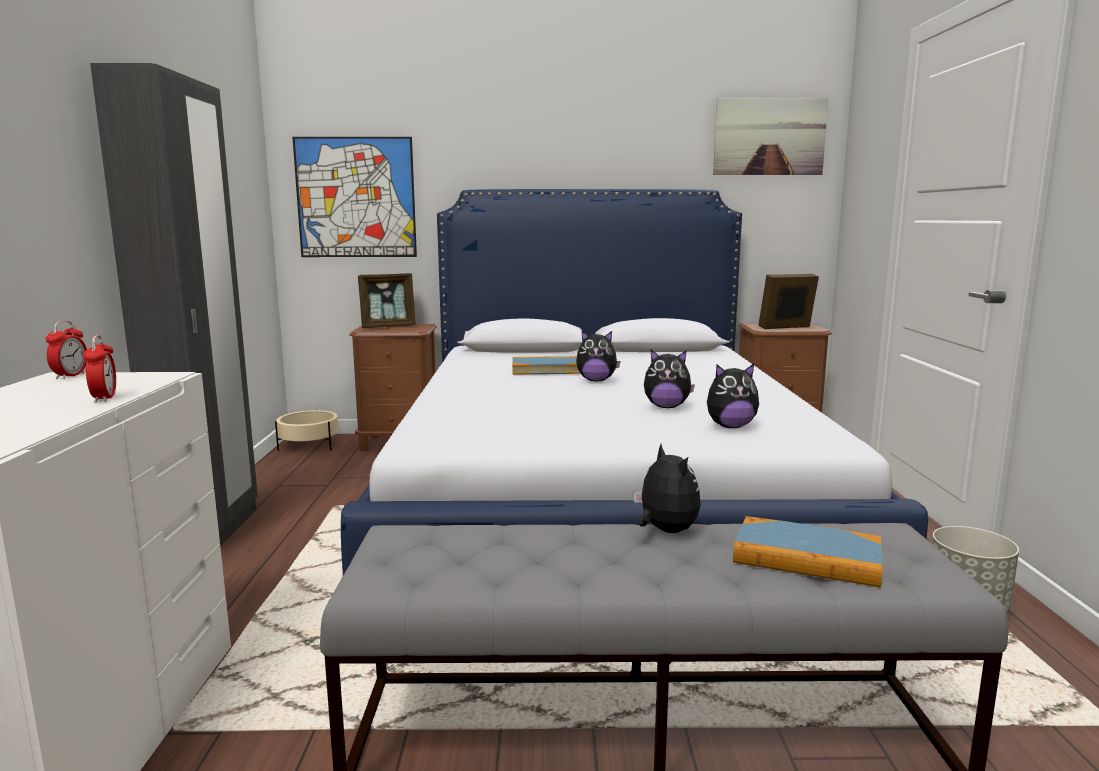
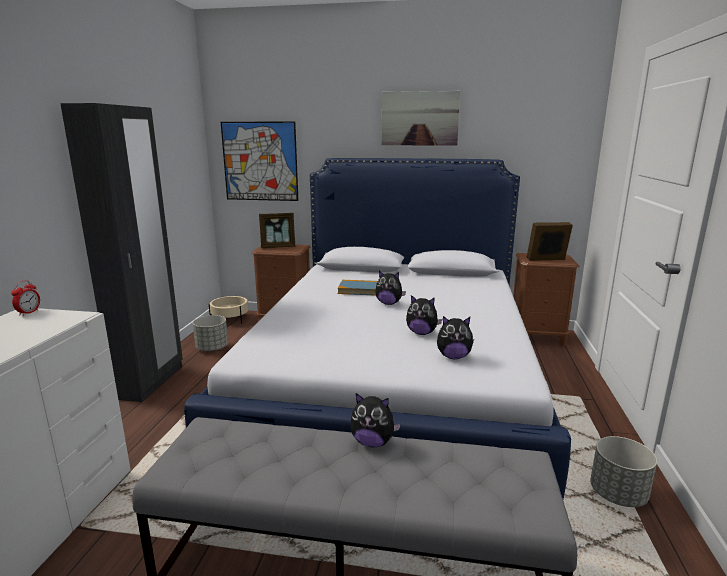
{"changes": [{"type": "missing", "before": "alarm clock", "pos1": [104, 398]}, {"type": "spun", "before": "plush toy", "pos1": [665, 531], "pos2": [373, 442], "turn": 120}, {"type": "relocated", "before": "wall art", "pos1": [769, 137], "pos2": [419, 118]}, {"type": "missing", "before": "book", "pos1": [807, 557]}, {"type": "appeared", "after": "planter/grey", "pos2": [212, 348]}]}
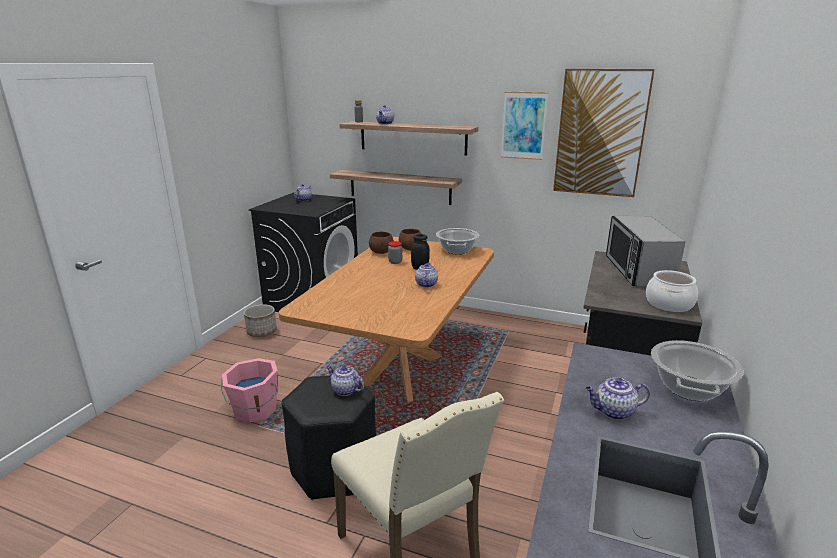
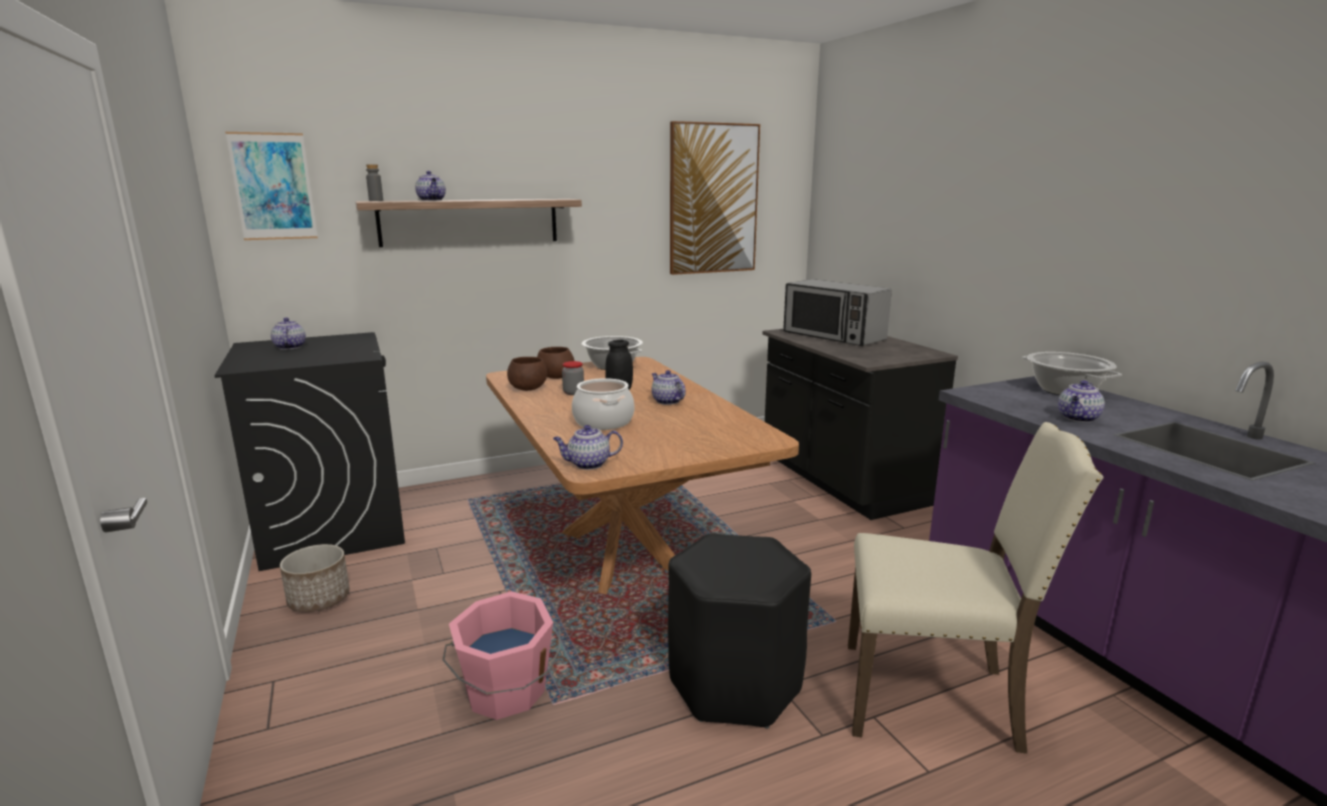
{"changes": [{"type": "relocated", "before": "tea pot", "pos1": [344, 390], "pos2": [588, 464]}, {"type": "missing", "before": "bracket shelf", "pos1": [399, 187]}, {"type": "relocated", "before": "wall art", "pos1": [523, 125], "pos2": [273, 186]}, {"type": "relocated", "before": "stockpot", "pos1": [669, 304], "pos2": [603, 422]}]}
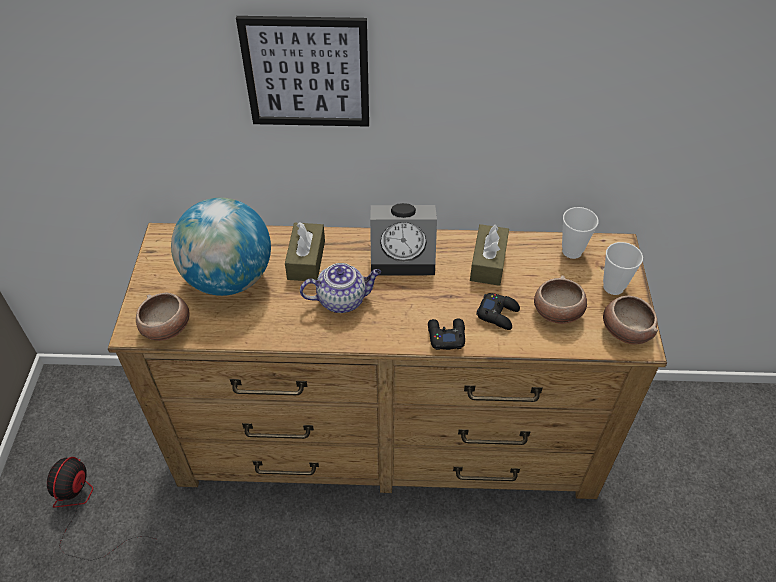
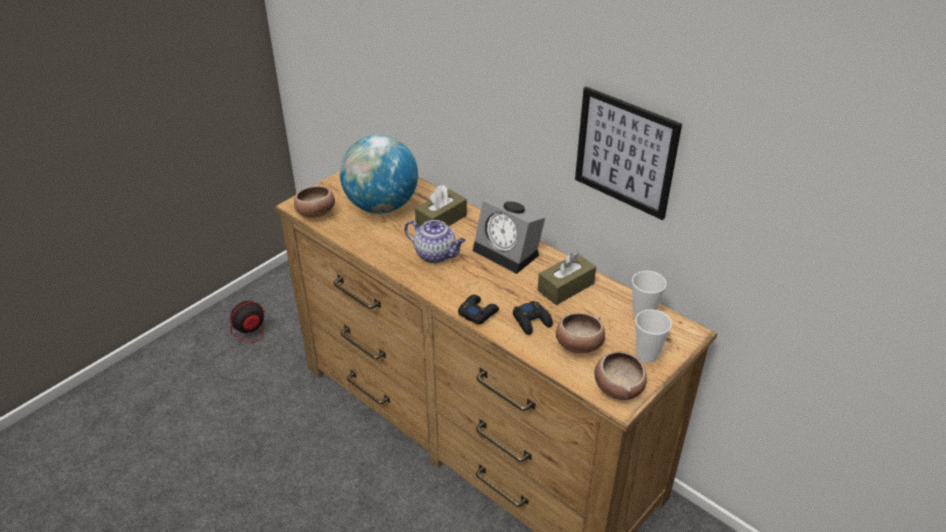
{"changes": [{"type": "relocated", "before": "wall art", "pos1": [306, 72], "pos2": [625, 152]}]}
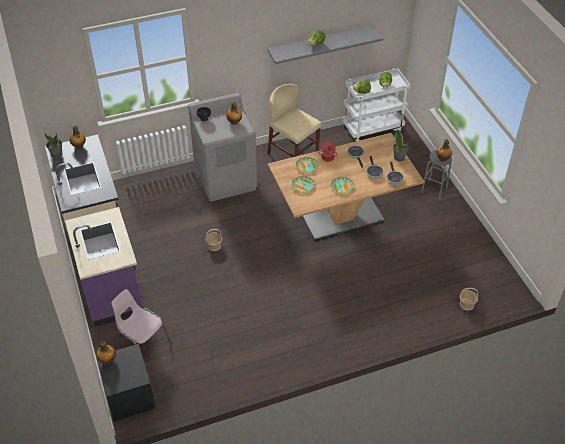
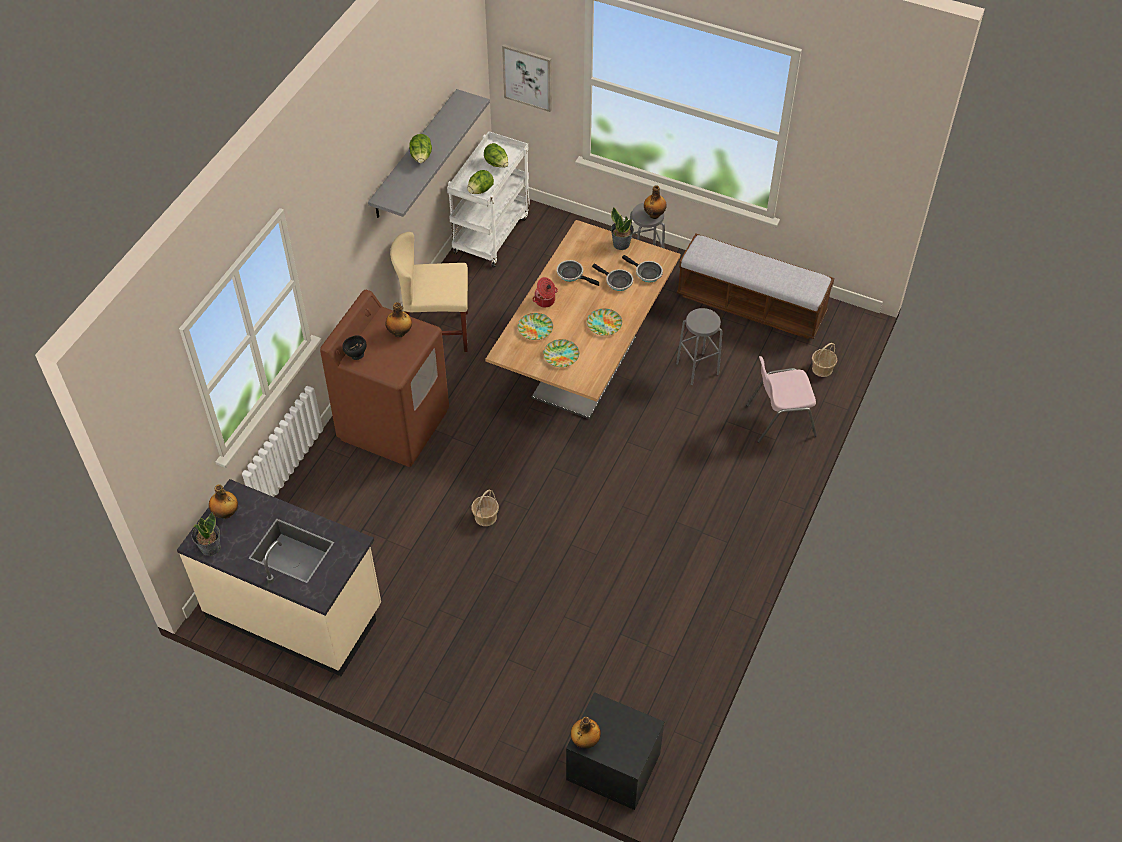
{"changes": [{"type": "missing", "before": "kitchen counter/purple-coloured", "pos1": [112, 291]}, {"type": "relocated", "before": "upright chair/pink", "pos1": [142, 343], "pos2": [779, 420]}, {"type": "colour", "before": "laundry machine/grey", "after": "laundry machine/brownish", "pos1": [226, 179], "pos2": [394, 424]}, {"type": "appeared", "after": "wall art", "pos2": [528, 77]}, {"type": "appeared", "after": "stool/grey", "pos2": [697, 368]}, {"type": "appeared", "after": "indoor bench", "pos2": [751, 306]}]}
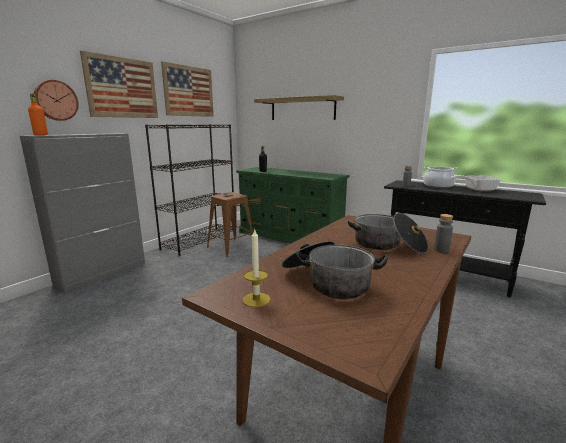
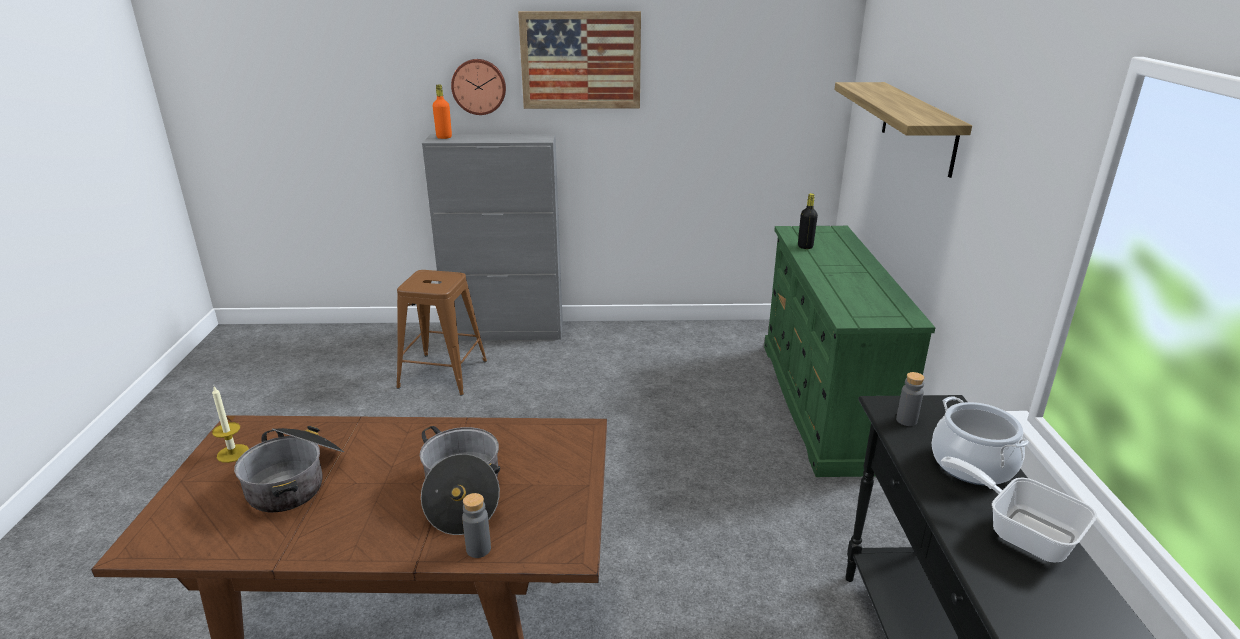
{"changes": [{"type": "missing", "before": "bookcase/black", "pos1": [200, 241]}, {"type": "missing", "before": "wall art", "pos1": [189, 91]}, {"type": "relocated", "before": "stool/brownish", "pos1": [231, 247], "pos2": [442, 374]}]}
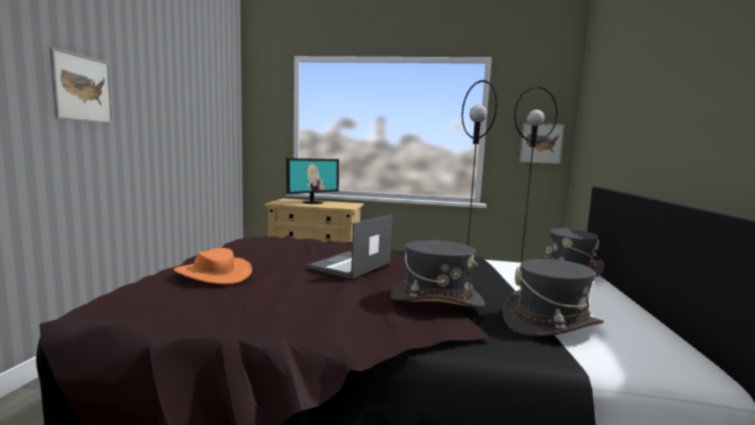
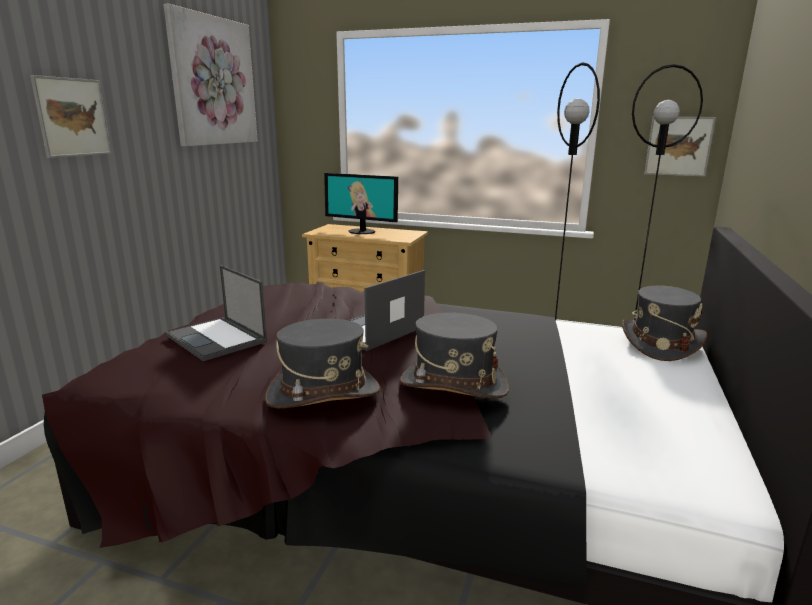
{"changes": [{"type": "exchanged", "before": "hat/orange", "after": "notebook computer", "pos1": [213, 273], "pos2": [217, 339]}, {"type": "spun", "before": "computer display", "pos1": [312, 202], "pos2": [362, 231], "turn": 60}, {"type": "relocated", "before": "hat/grey", "pos1": [550, 323], "pos2": [323, 393]}, {"type": "appeared", "after": "wall art", "pos2": [213, 81]}]}
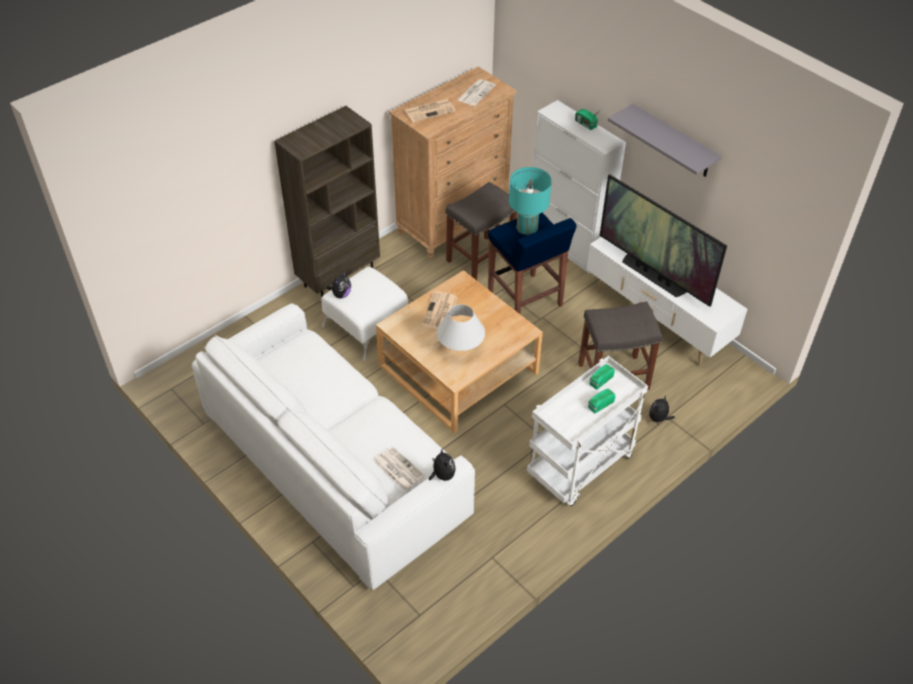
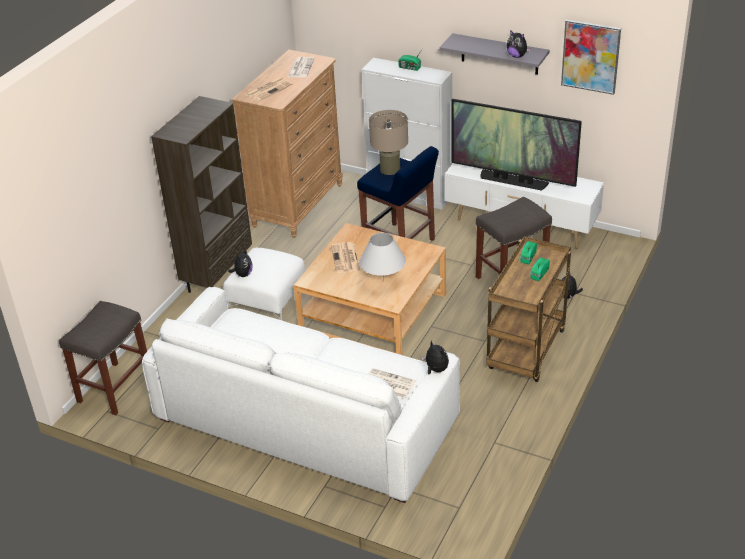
{"changes": [{"type": "relocated", "before": "stool/grey", "pos1": [480, 259], "pos2": [115, 389]}, {"type": "colour", "before": "lamp for a table/turquoise-coloured", "after": "lamp for a table/beige", "pos1": [527, 227], "pos2": [390, 169]}, {"type": "colour", "before": "wheeled cart/white", "after": "wheeled cart/brownish", "pos1": [580, 468], "pos2": [527, 352]}, {"type": "appeared", "after": "plush toy", "pos2": [517, 56]}, {"type": "appeared", "after": "wall art", "pos2": [590, 56]}]}
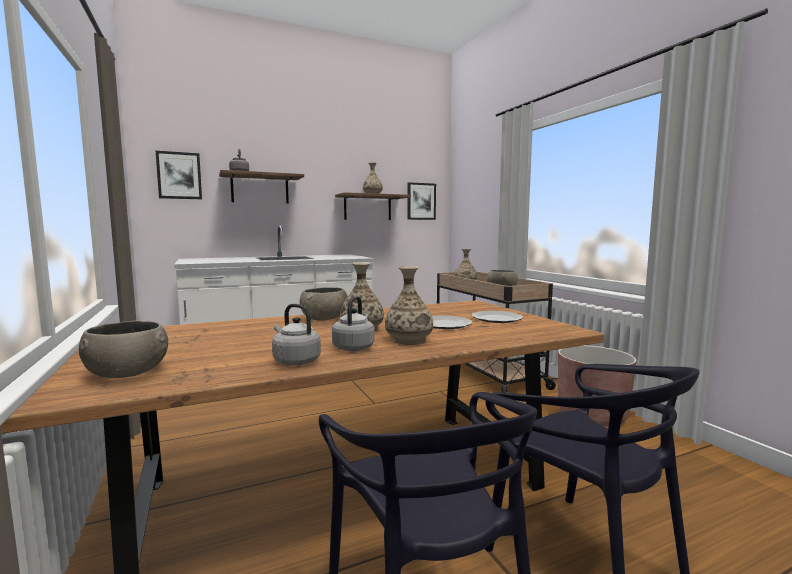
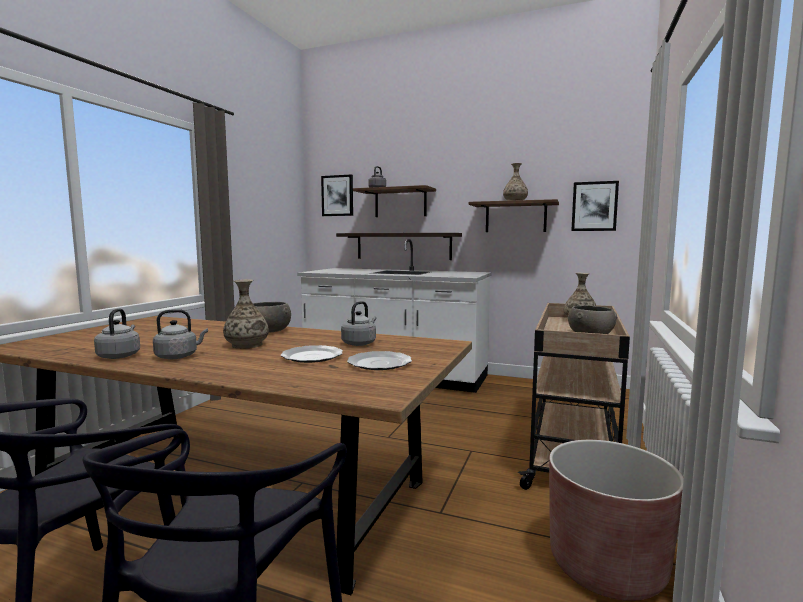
{"changes": [{"type": "missing", "before": "serving bowl/grey", "pos1": [126, 373]}, {"type": "missing", "before": "flower vase", "pos1": [409, 340]}, {"type": "appeared", "after": "bracket shelf", "pos2": [403, 246]}, {"type": "appeared", "after": "kettle/grey", "pos2": [360, 343]}]}
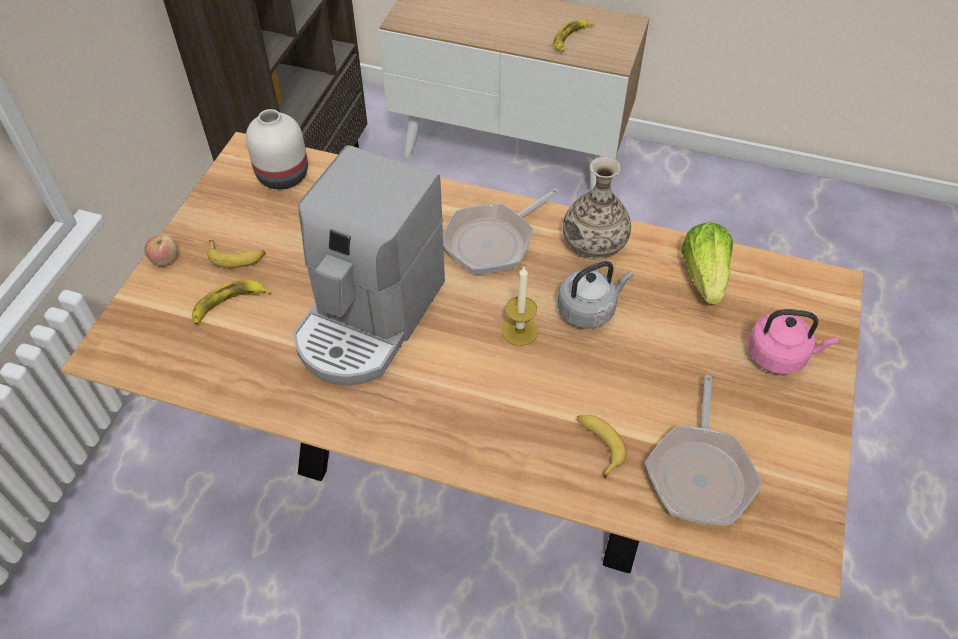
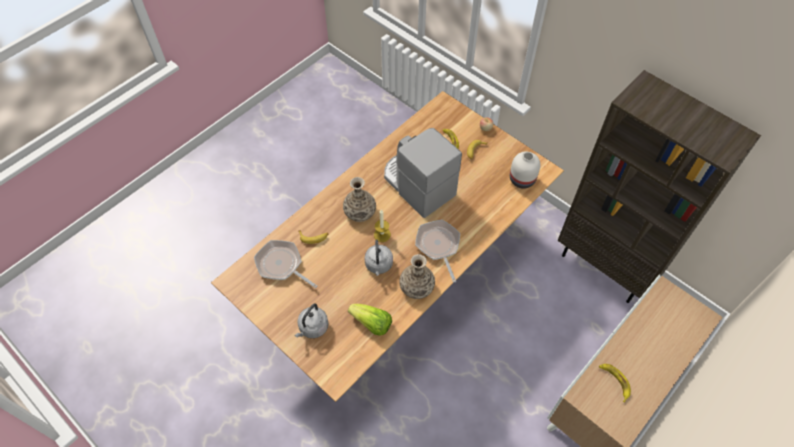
{"changes": [{"type": "colour", "before": "kettle/pink", "after": "kettle/grey", "pos1": [780, 356], "pos2": [312, 328]}, {"type": "appeared", "after": "flower vase", "pos2": [359, 212]}]}
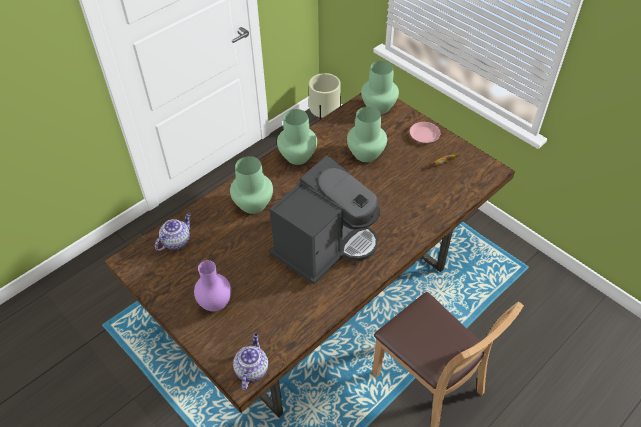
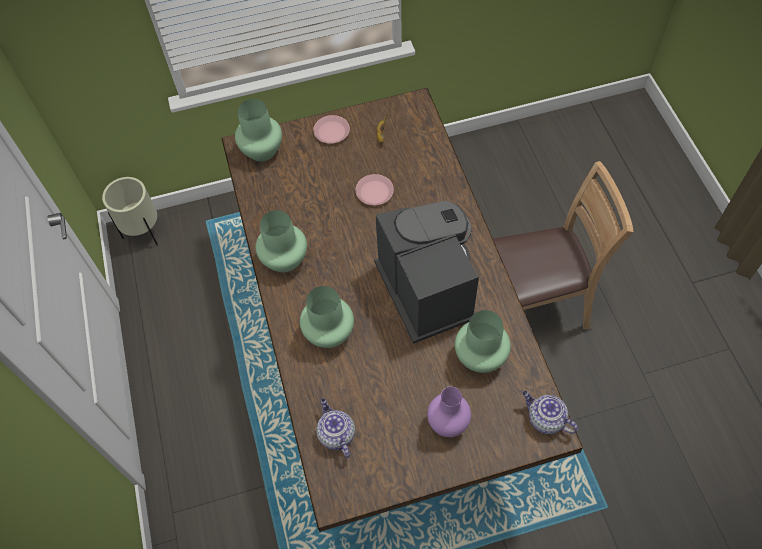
{"changes": [{"type": "relocated", "before": "flower vase/greenish", "pos1": [366, 154], "pos2": [480, 356]}, {"type": "appeared", "after": "flat dish/pink", "pos2": [374, 192]}]}
